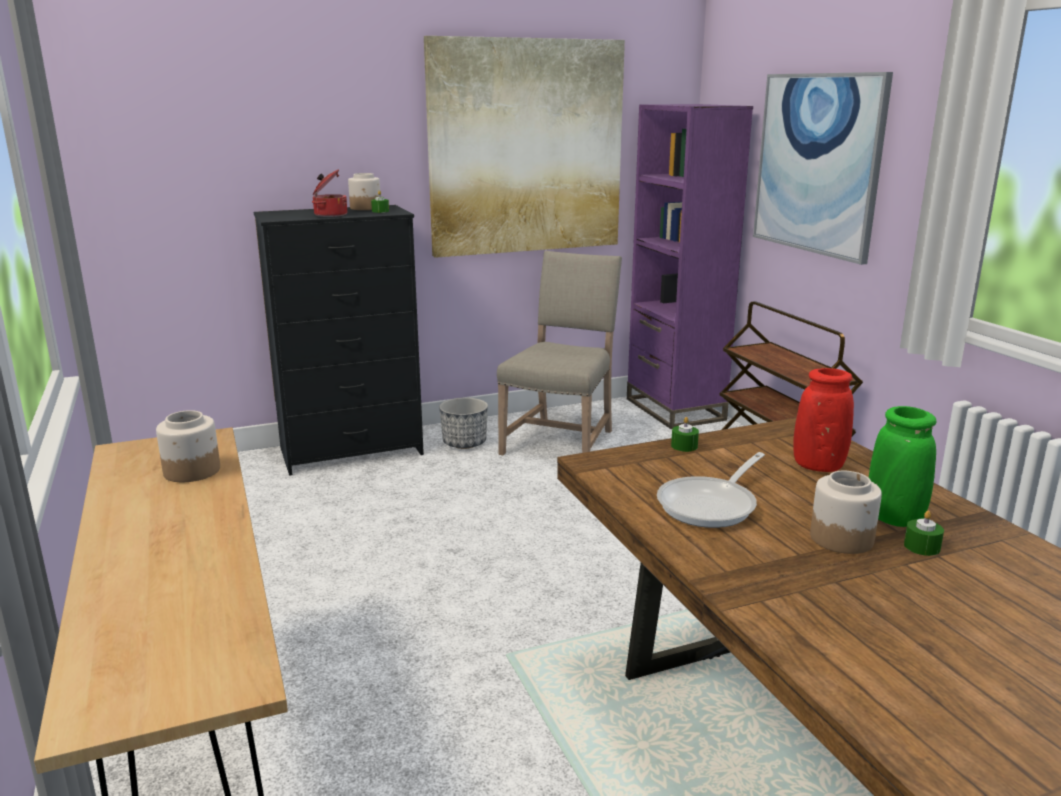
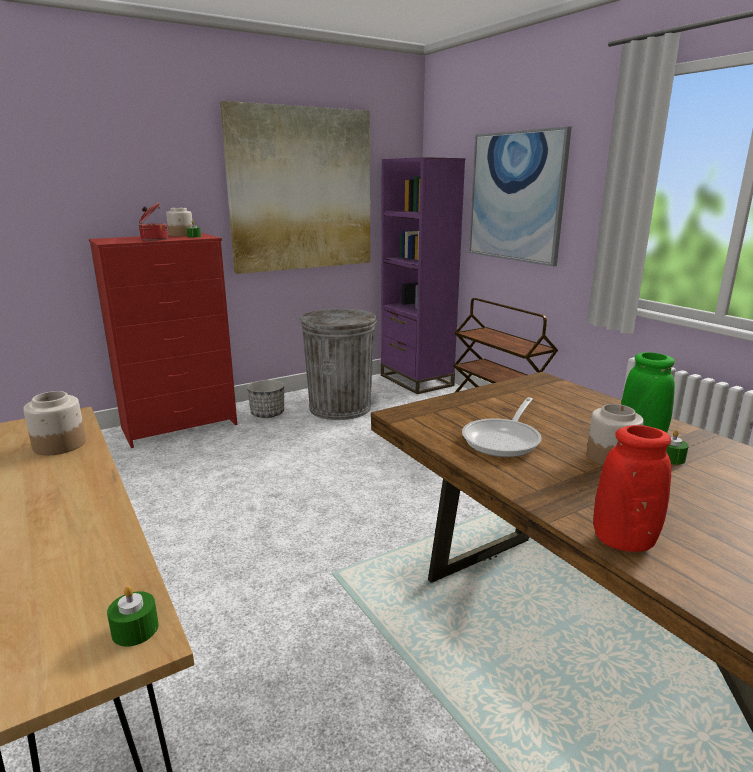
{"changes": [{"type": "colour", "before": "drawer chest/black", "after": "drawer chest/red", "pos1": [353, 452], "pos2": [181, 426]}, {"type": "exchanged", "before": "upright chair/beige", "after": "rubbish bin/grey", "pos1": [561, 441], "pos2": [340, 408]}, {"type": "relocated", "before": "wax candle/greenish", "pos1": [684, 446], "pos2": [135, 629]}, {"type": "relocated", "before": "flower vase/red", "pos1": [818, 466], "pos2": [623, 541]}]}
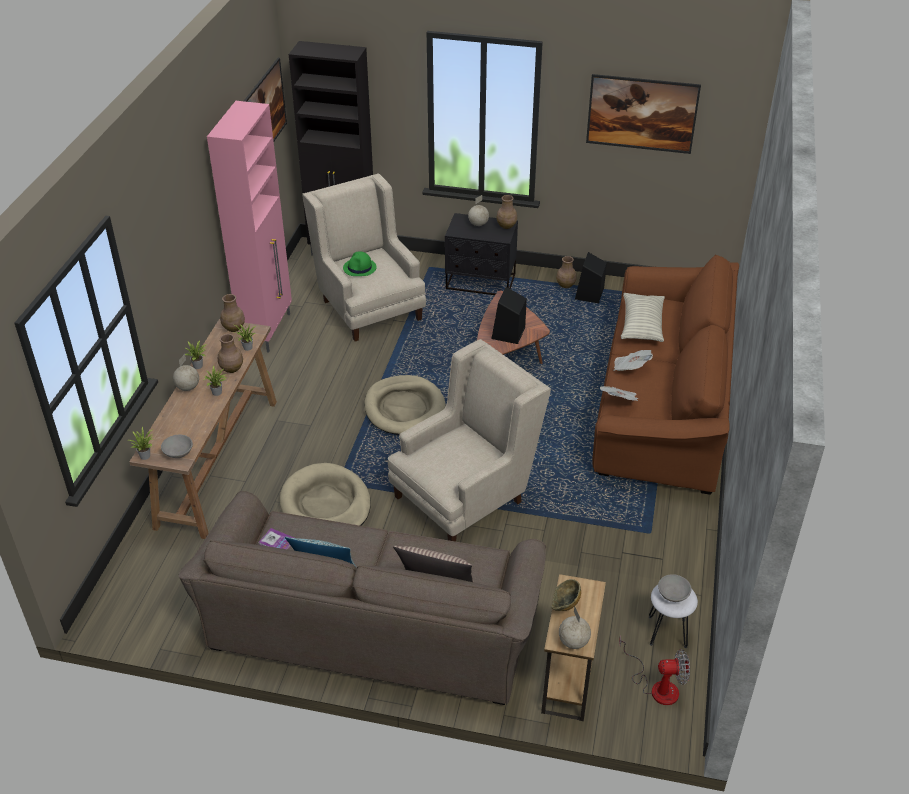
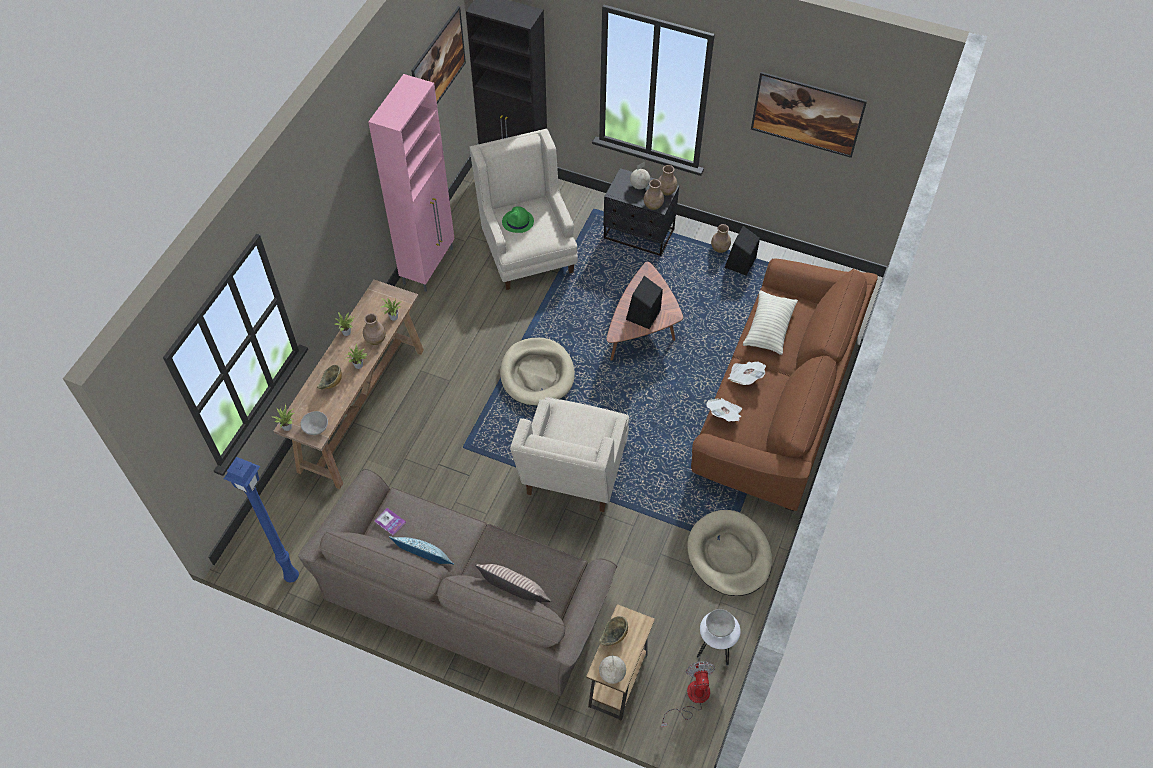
{"changes": [{"type": "missing", "before": "globe", "pos1": [187, 388]}, {"type": "relocated", "before": "flower vase/brownish", "pos1": [234, 328], "pos2": [653, 206]}, {"type": "relocated", "before": "pet bed/beige", "pos1": [326, 505], "pos2": [729, 555]}, {"type": "spun", "before": "armchair/beige", "pos1": [466, 494], "pos2": [573, 477], "turn": 135}, {"type": "spun", "before": "cooling fan", "pos1": [657, 686], "pos2": [692, 698], "turn": -105}, {"type": "appeared", "after": "standard lamp/blue", "pos2": [290, 577]}, {"type": "appeared", "after": "serving bowl", "pos2": [331, 384]}]}
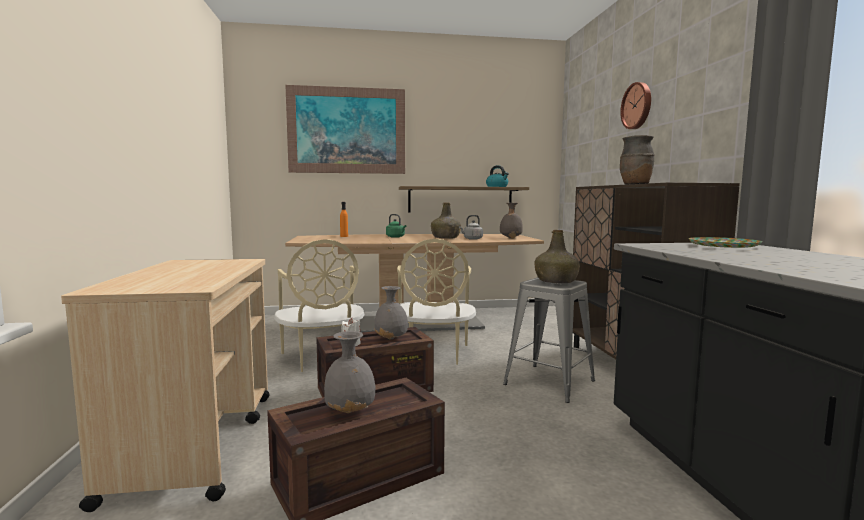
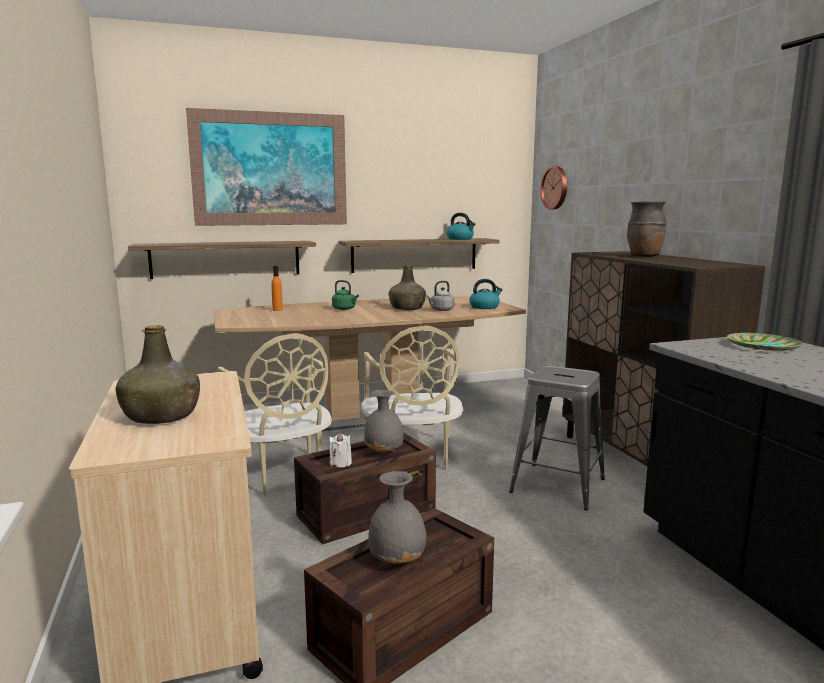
{"changes": [{"type": "exchanged", "before": "flower vase/grey", "after": "kettle", "pos1": [510, 238], "pos2": [484, 307]}, {"type": "relocated", "before": "beverage bottle/greenish", "pos1": [556, 281], "pos2": [162, 416]}, {"type": "relocated", "before": "wall clock", "pos1": [637, 106], "pos2": [555, 188]}, {"type": "appeared", "after": "bracket shelf", "pos2": [226, 259]}]}
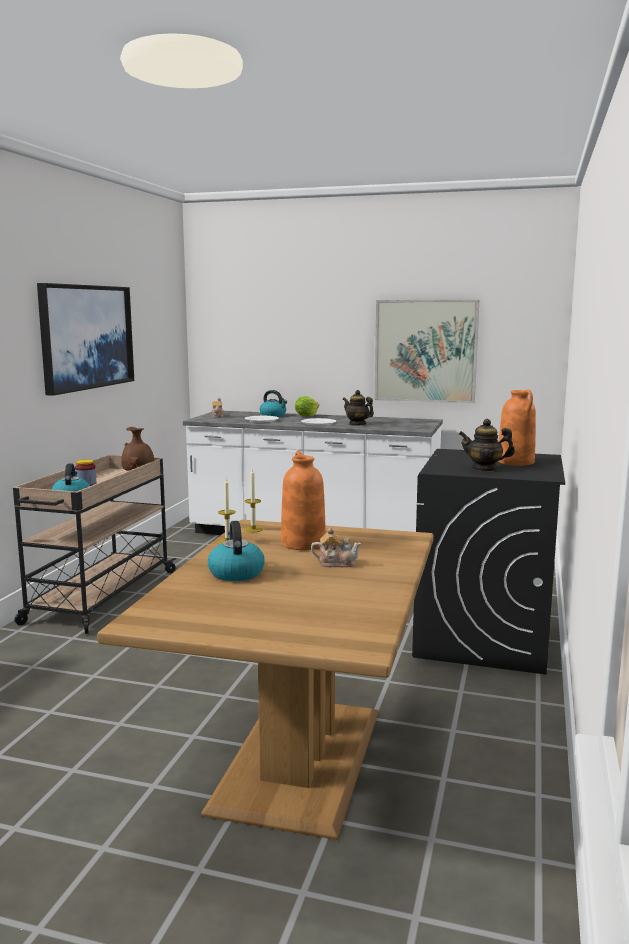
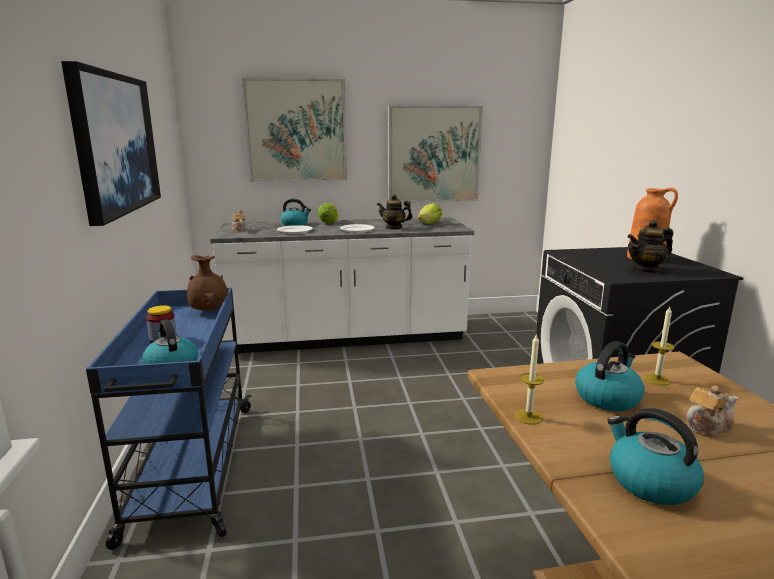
{"changes": [{"type": "colour", "before": "wheeled cart/beige", "after": "wheeled cart/blue", "pos1": [101, 597], "pos2": [192, 468]}, {"type": "relocated", "before": "wax candle", "pos1": [253, 529], "pos2": [657, 379]}, {"type": "exchanged", "before": "flower vase/orange", "after": "kettle", "pos1": [302, 543], "pos2": [607, 398]}, {"type": "appeared", "after": "wall art", "pos2": [296, 131]}, {"type": "appeared", "after": "head of lettuce", "pos2": [429, 223]}]}
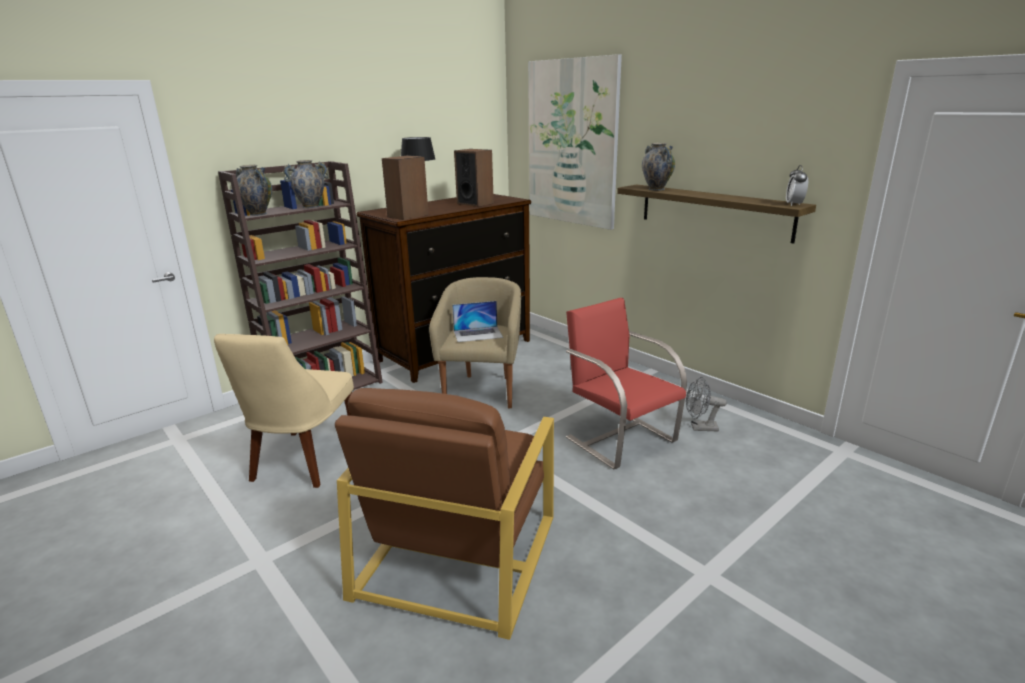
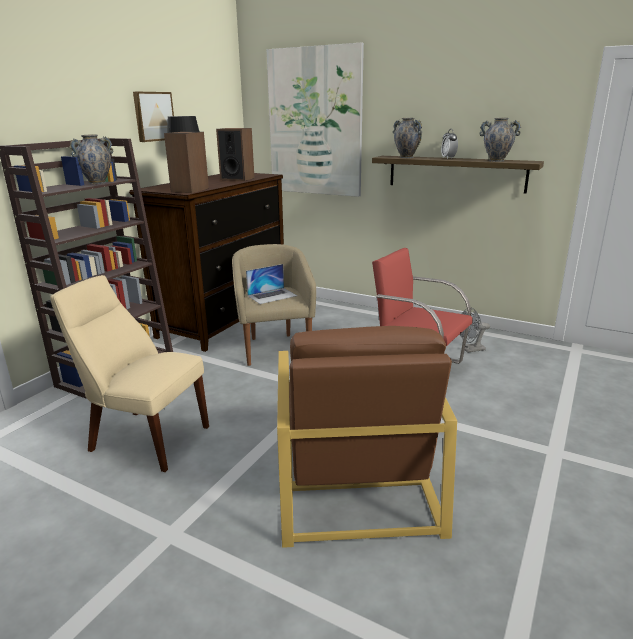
{"changes": [{"type": "spun", "before": "upright chair/beige", "pos1": [302, 462], "pos2": [145, 437], "turn": 120}, {"type": "relocated", "before": "flower vase", "pos1": [258, 214], "pos2": [496, 161]}, {"type": "relocated", "before": "alarm clock", "pos1": [794, 204], "pos2": [448, 158]}, {"type": "appeared", "after": "wall art", "pos2": [153, 116]}]}
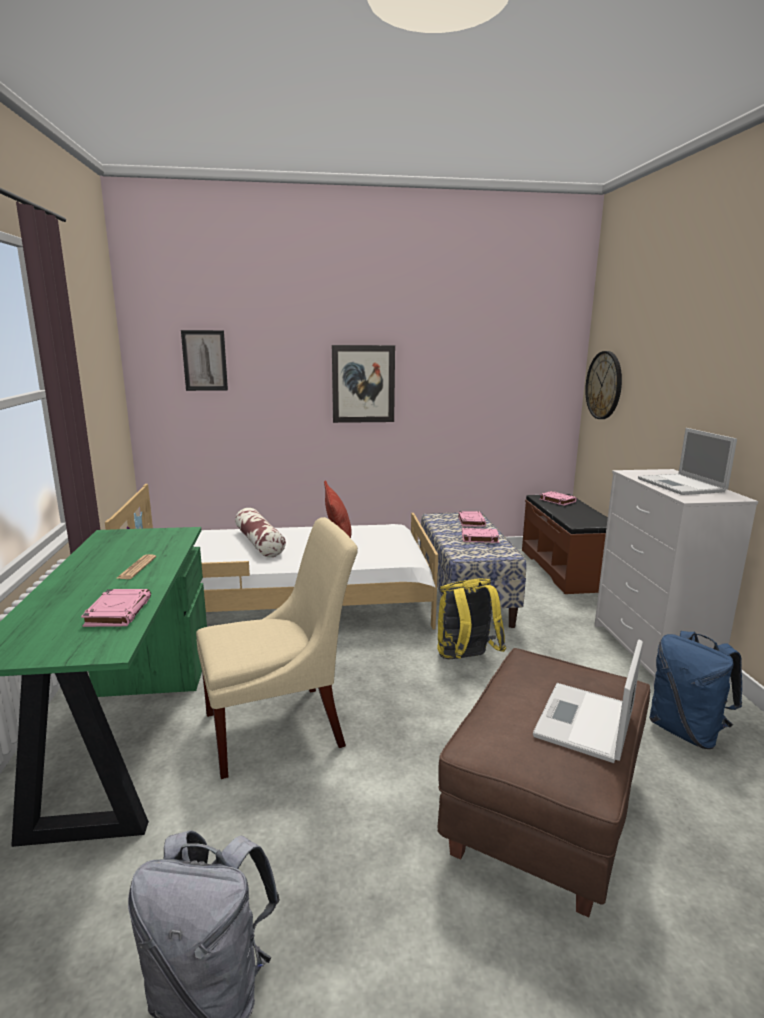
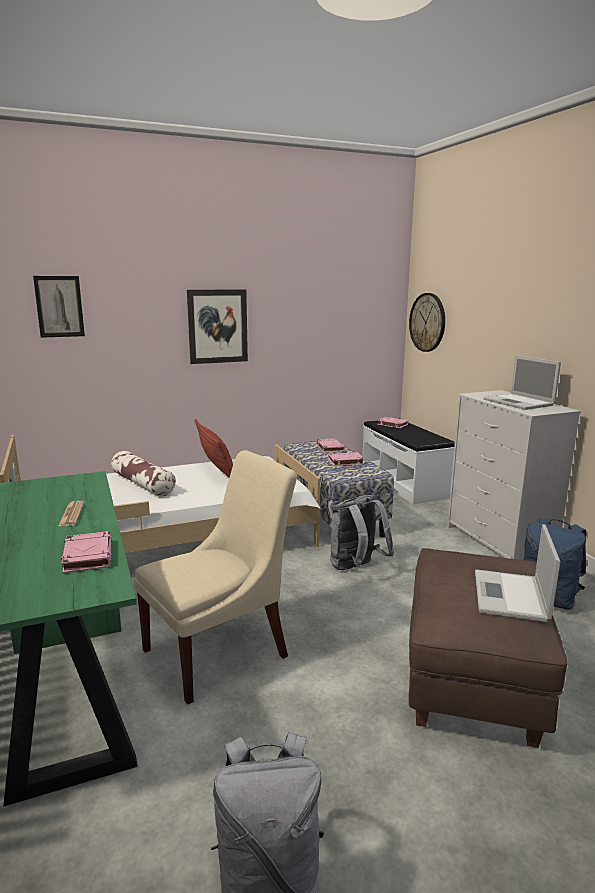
{"changes": [{"type": "colour", "before": "rucksack/yellowish", "after": "rucksack/grey", "pos1": [465, 659], "pos2": [356, 568]}, {"type": "colour", "before": "indoor bench/brownish", "after": "indoor bench/white", "pos1": [566, 569], "pos2": [405, 483]}]}
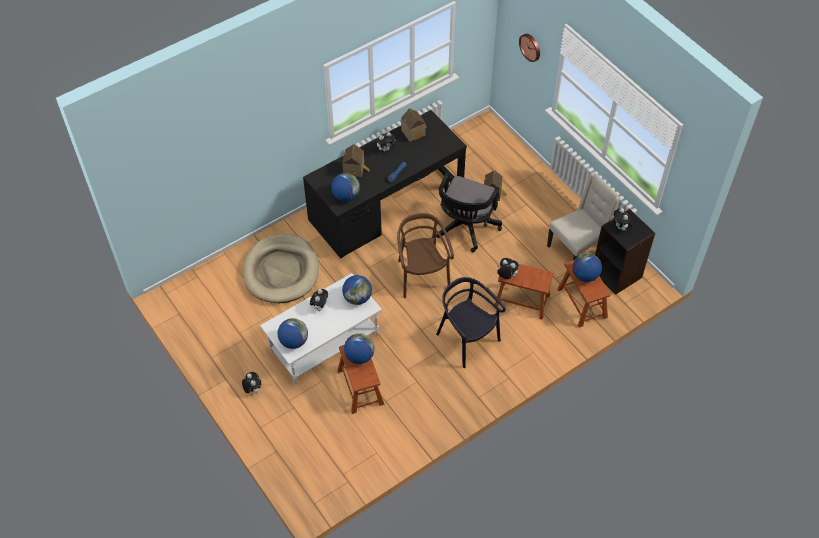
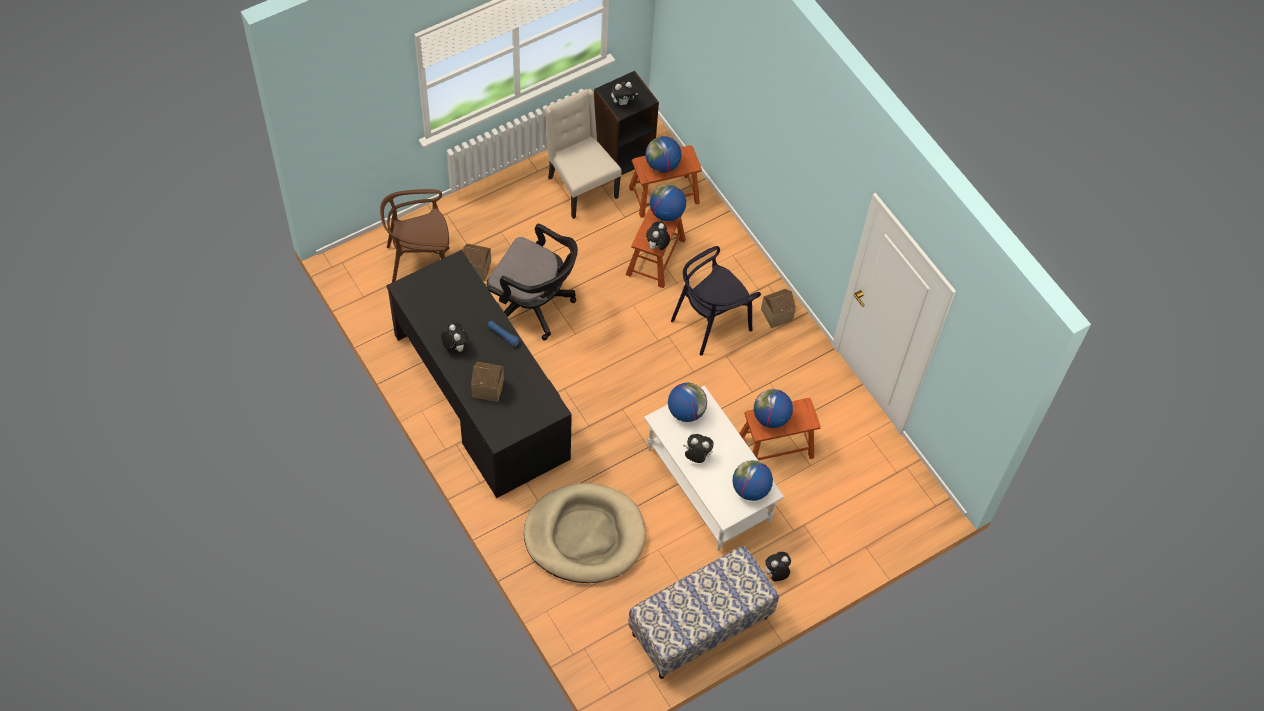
{"changes": [{"type": "relocated", "before": "globe", "pos1": [346, 196], "pos2": [666, 213]}, {"type": "relocated", "before": "upright chair/brownish", "pos1": [422, 276], "pos2": [420, 262]}, {"type": "relocated", "before": "model house", "pos1": [414, 132], "pos2": [775, 313]}, {"type": "missing", "before": "wall clock", "pos1": [530, 47]}, {"type": "appeared", "after": "indoor bench", "pos2": [700, 626]}]}
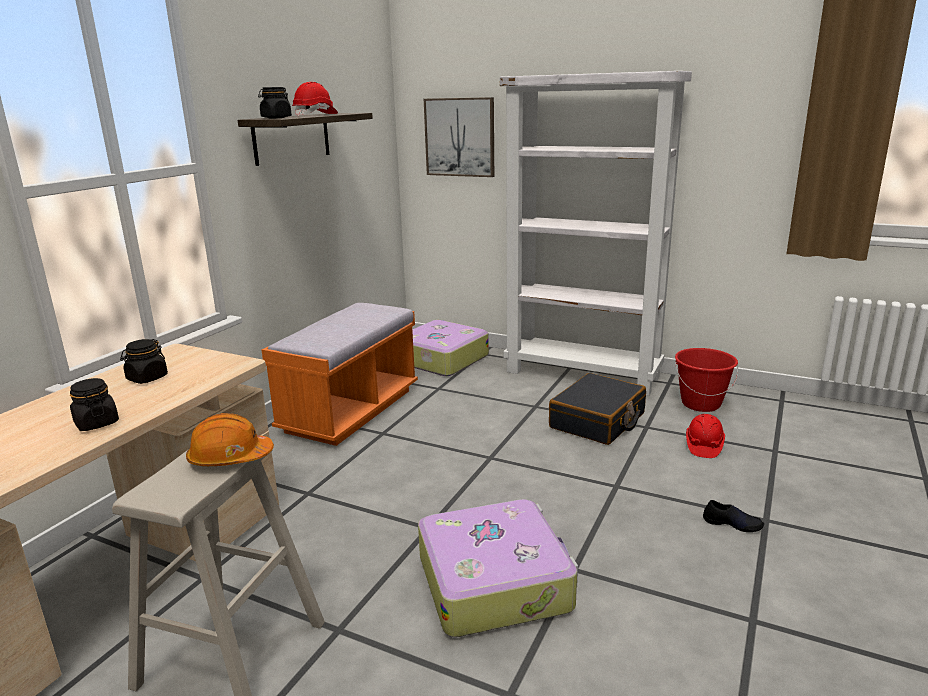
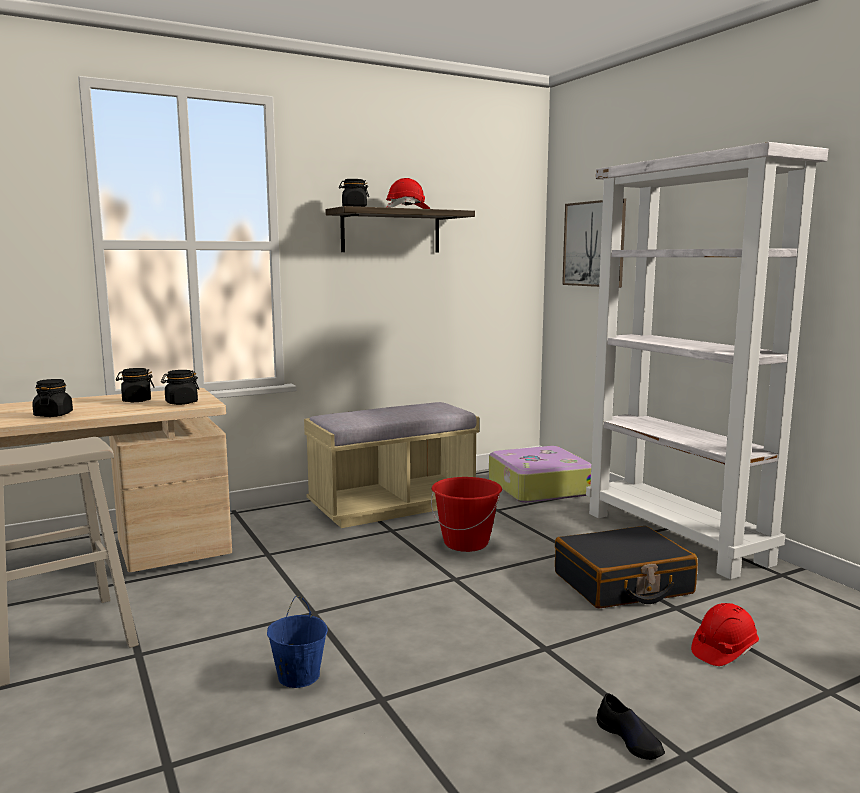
{"changes": [{"type": "missing", "before": "hard hat/orange", "pos1": [230, 458]}, {"type": "colour", "before": "indoor bench/orange", "after": "indoor bench/beige", "pos1": [350, 411], "pos2": [392, 506]}, {"type": "exchanged", "before": "travel case", "after": "water bucket/blue", "pos1": [495, 581], "pos2": [298, 676]}, {"type": "relocated", "before": "water bucket/red", "pos1": [701, 404], "pos2": [466, 543]}, {"type": "appeared", "after": "storage jar/black", "pos2": [181, 403]}]}
